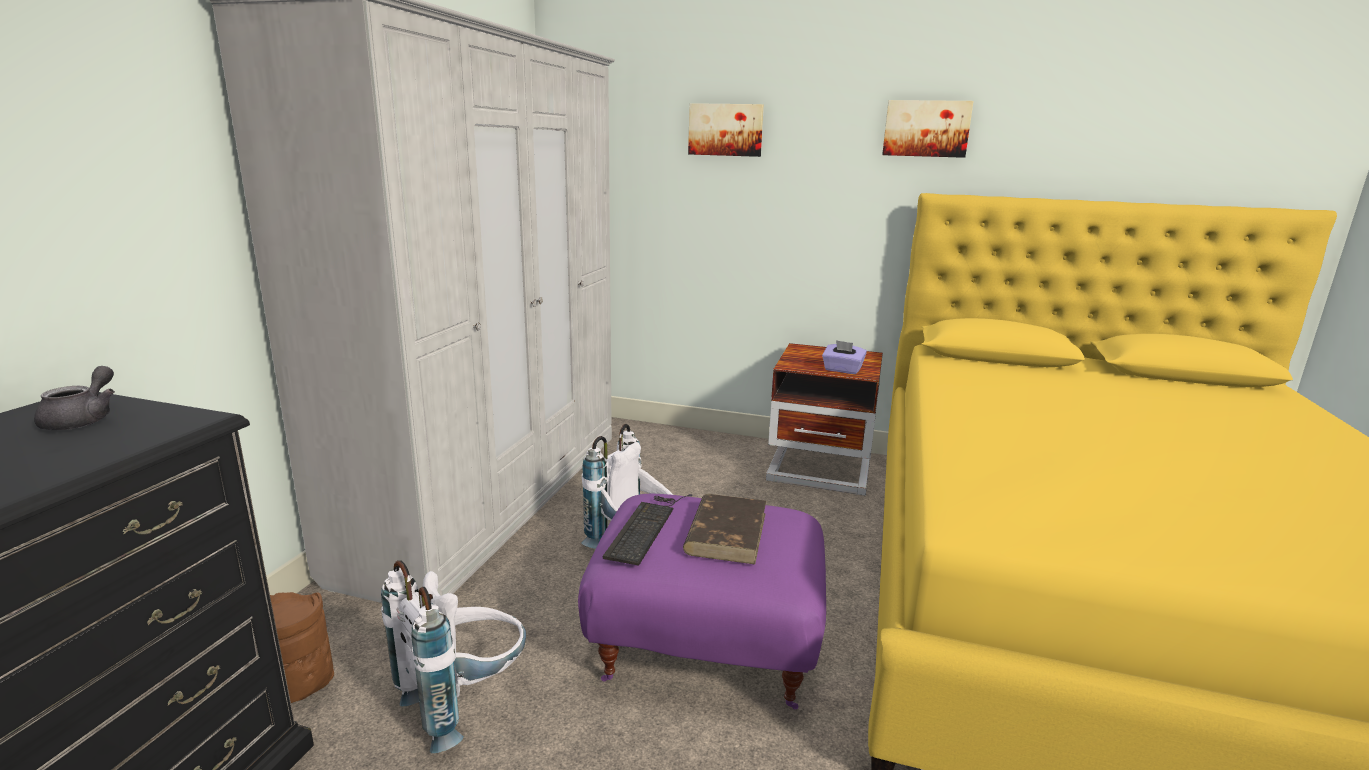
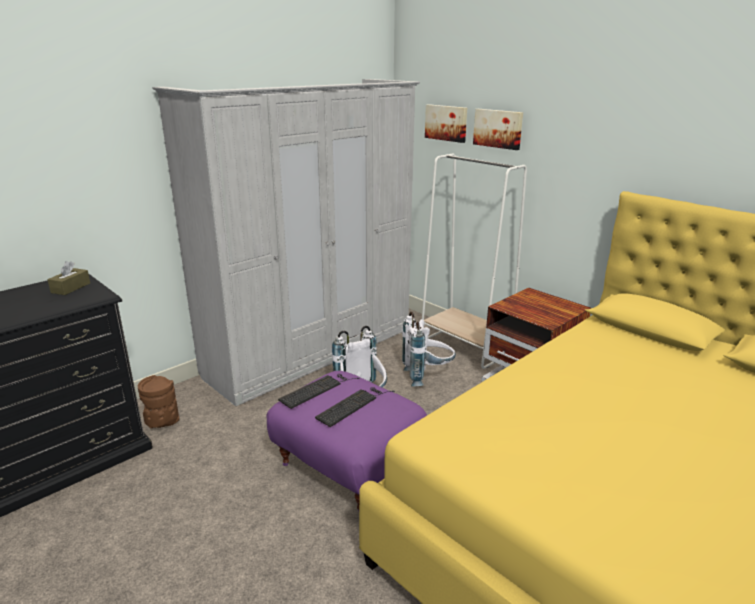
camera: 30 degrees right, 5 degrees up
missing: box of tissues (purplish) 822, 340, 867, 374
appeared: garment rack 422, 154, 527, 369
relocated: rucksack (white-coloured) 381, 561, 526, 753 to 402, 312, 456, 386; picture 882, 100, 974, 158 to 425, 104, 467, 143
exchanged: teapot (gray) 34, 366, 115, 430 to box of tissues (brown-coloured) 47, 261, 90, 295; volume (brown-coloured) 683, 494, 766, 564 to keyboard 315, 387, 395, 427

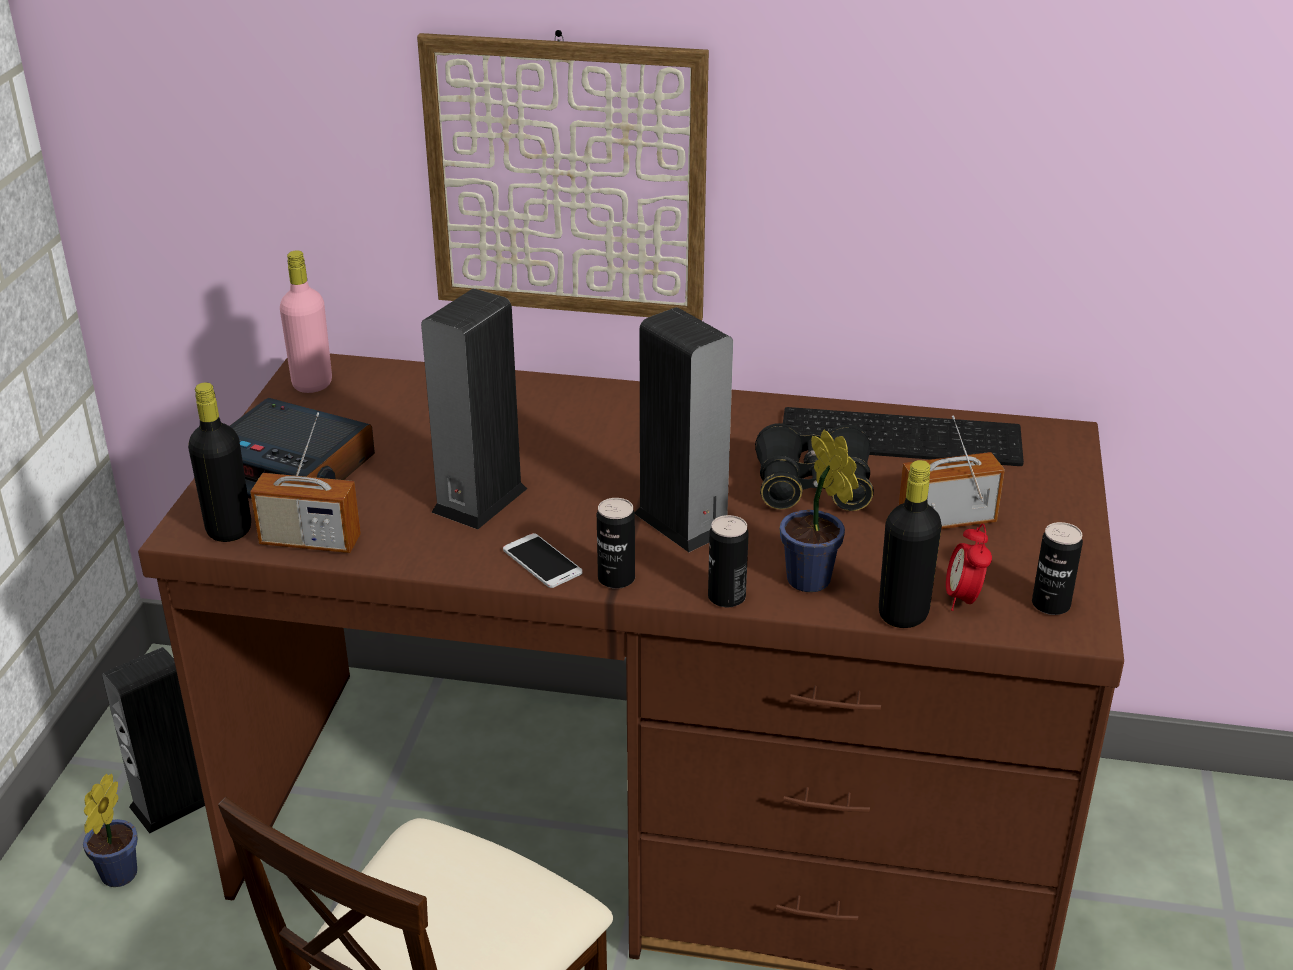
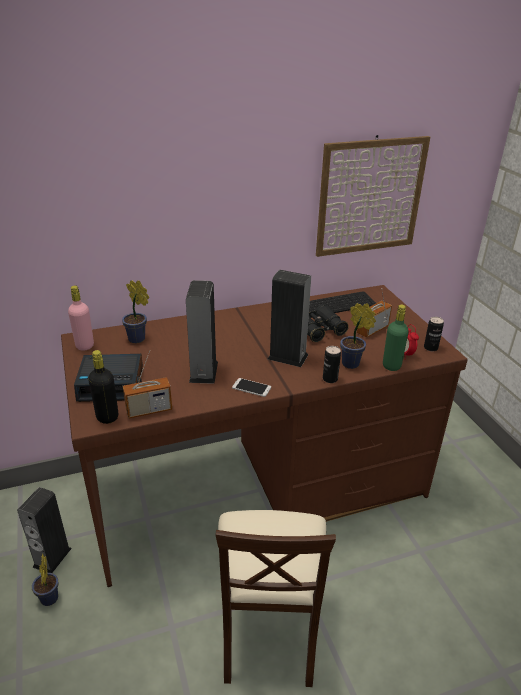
camera: 30 degrees left, 0 degrees up
missing: can 597, 498, 635, 589
appeared: potted plant 122, 280, 149, 343
relocated: picture 417, 30, 709, 321 to 316, 135, 430, 257
colour: drink bottle (black-coloured) 879, 460, 942, 628 to drink bottle (green-coloured) 383, 305, 409, 371

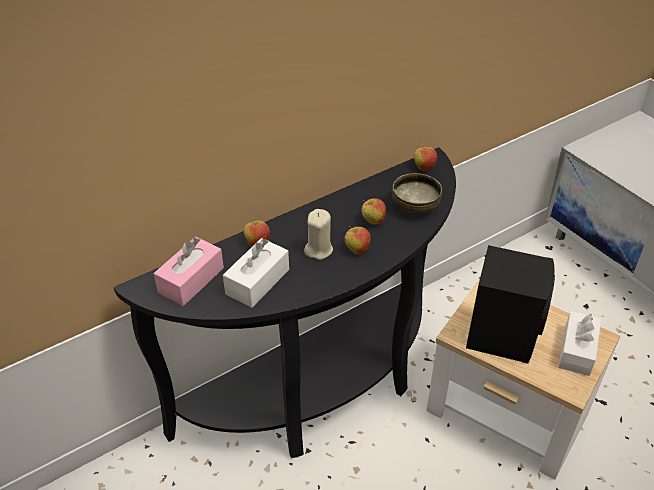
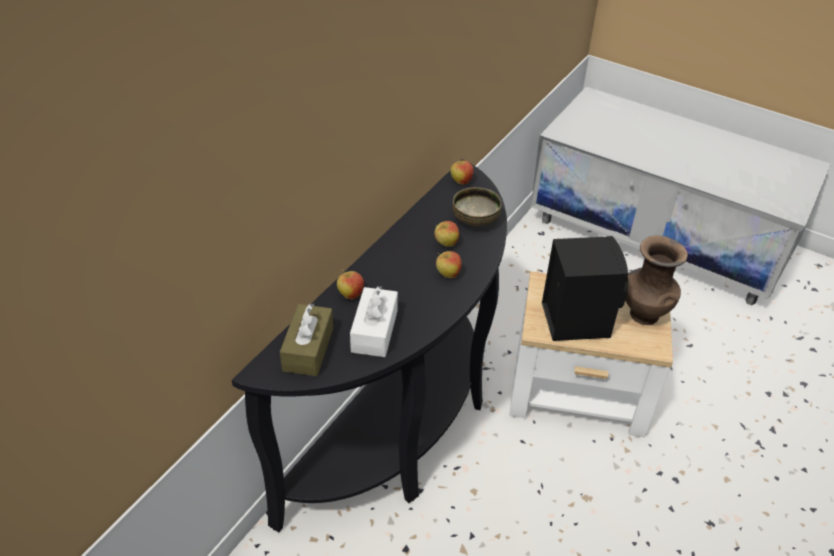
camera: 25 degrees left, 0 degrees up
missing: wax light (beige) 304, 209, 333, 260
exchanged: box of tissues (white-coloured) 558, 311, 601, 376 to flower vase (brown-coloured) 625, 235, 688, 325
colour: box of tissues (pink) 154, 237, 224, 306 to box of tissues (brown-coloured) 280, 303, 333, 376

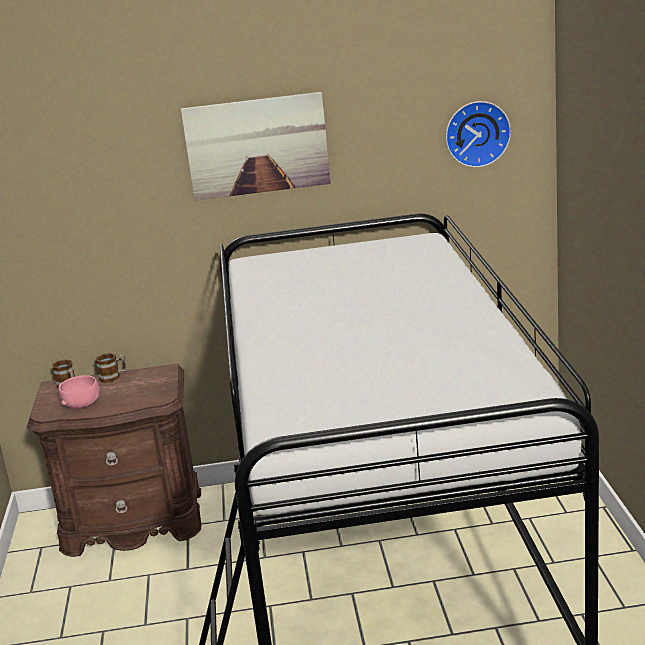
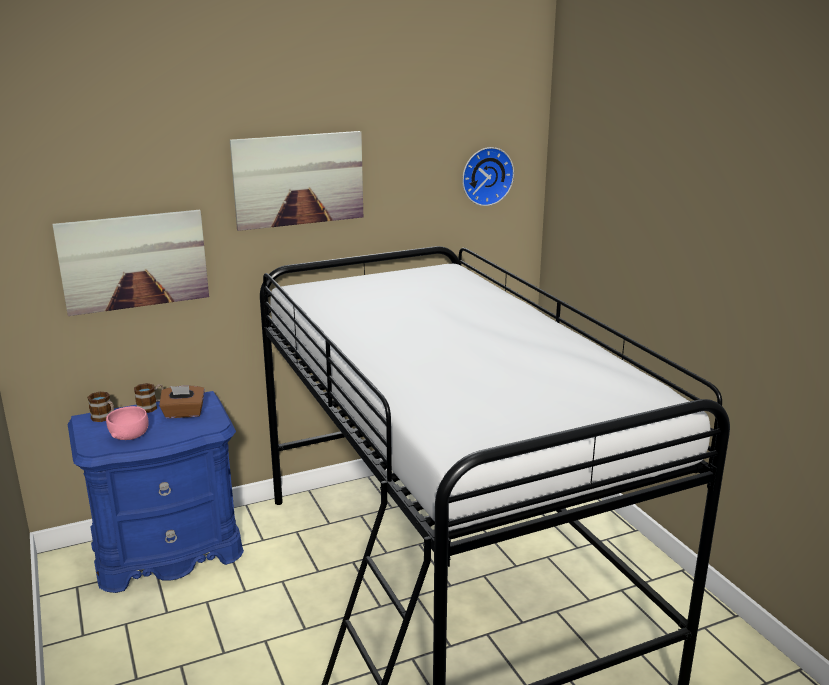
camera: 20 degrees left, 0 degrees up
appeared: picture 52, 210, 209, 316; box of tissues (brown-coloured) 159, 386, 205, 418
colour: bedside table (brown-coloured) 27, 363, 201, 557 to bedside table (blue-coloured) 68, 391, 244, 593

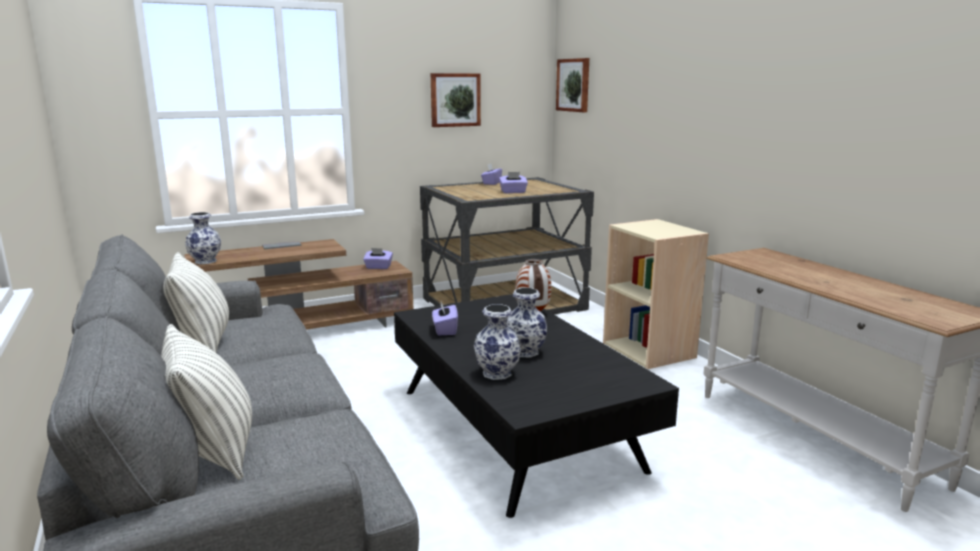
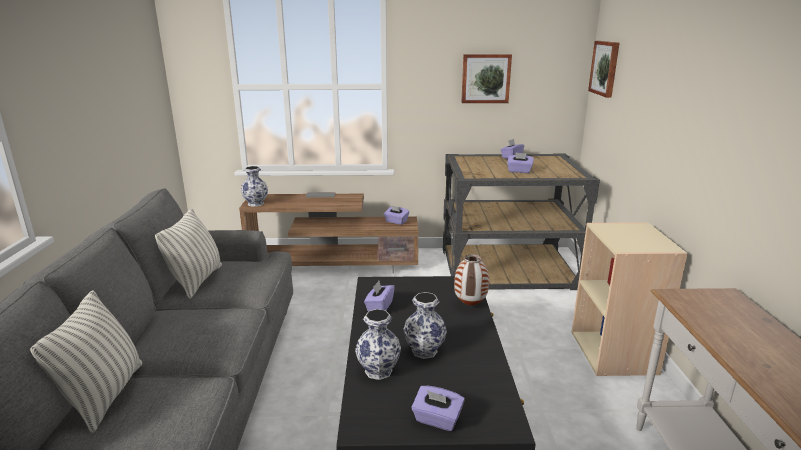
camera: 25 degrees right, 5 degrees up
appeared: box of tissues (purplish) 411, 386, 465, 431

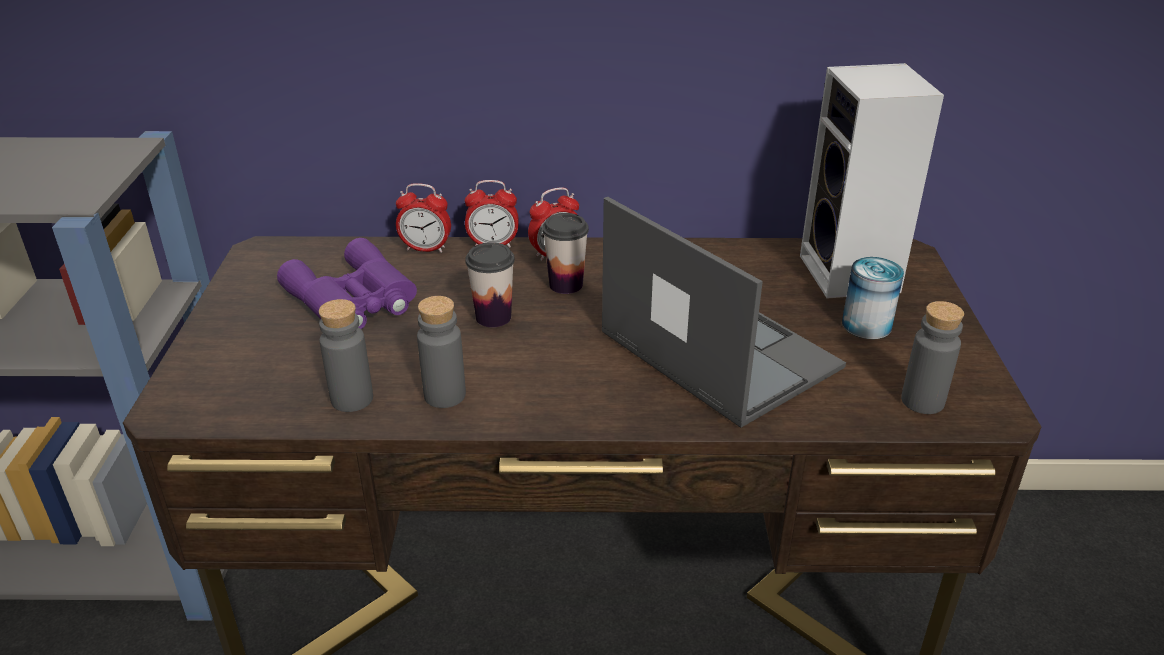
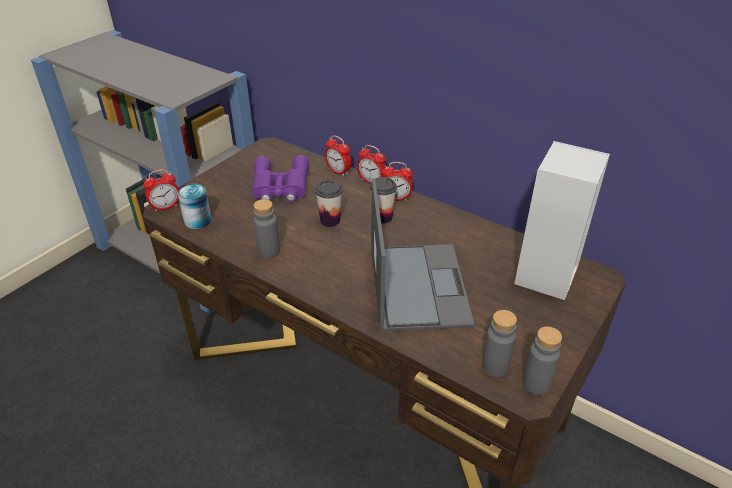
camera: 35 degrees right, 5 degrees up
appeared: table clock 143, 169, 179, 212
relocated: drink bottle (gray) 319, 299, 373, 412 to 523, 326, 562, 395; can 842, 257, 904, 339 to 177, 184, 212, 229

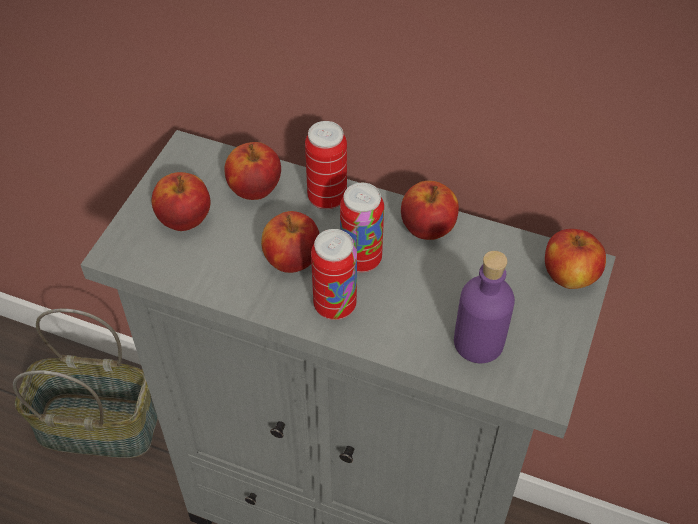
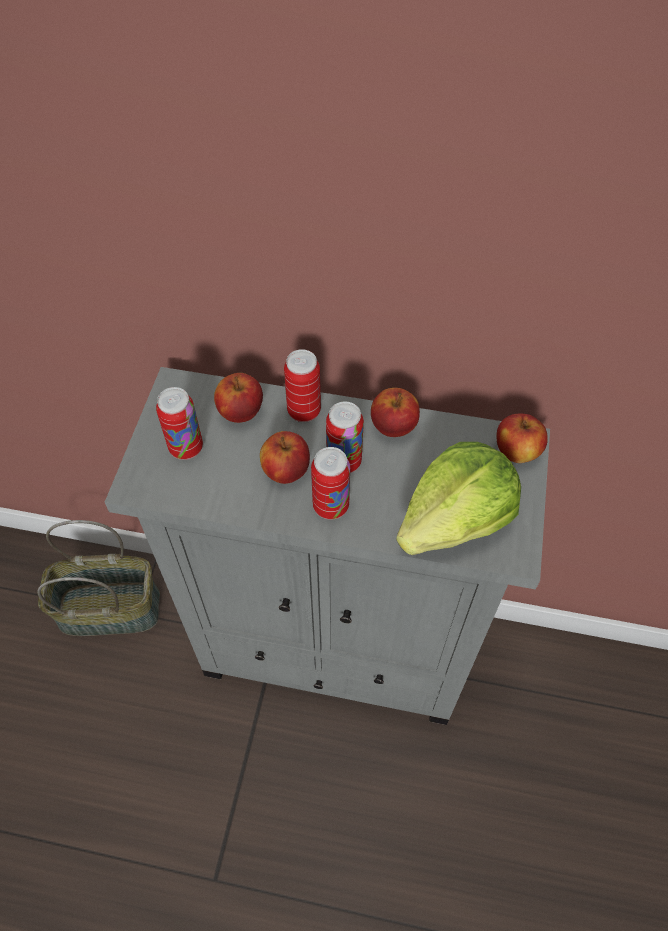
camera: 10 degrees left, 5 degrees up
exchanged: apple 151, 172, 210, 231 to can 156, 387, 203, 460; drink bottle (purplish) 454, 251, 515, 363 to lettuce head 396, 442, 521, 555

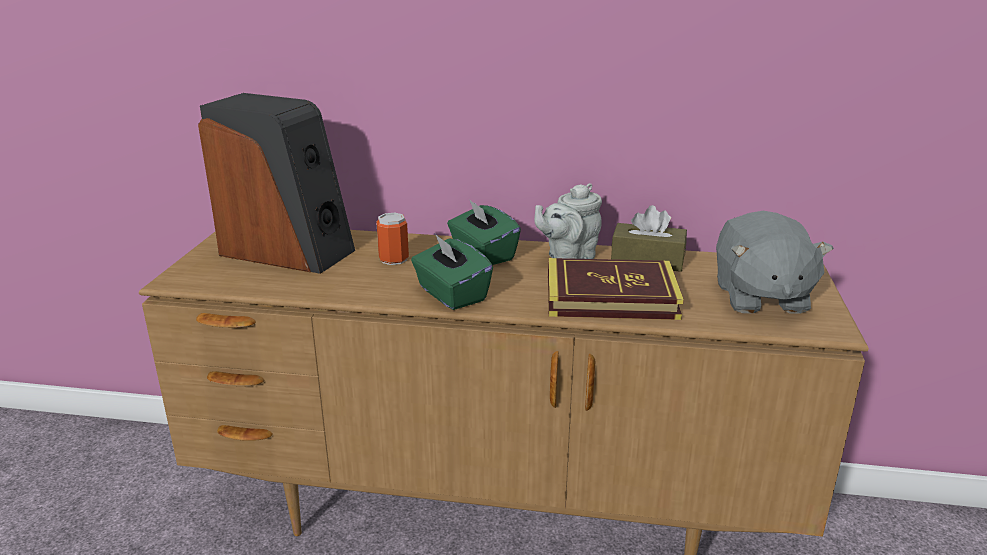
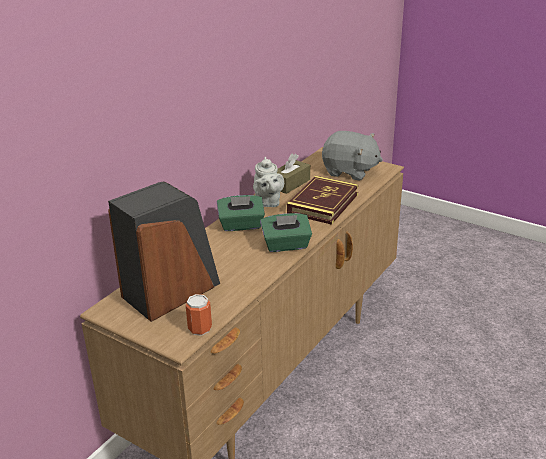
camera: 65 degrees left, 5 degrees up
relocated: can 376, 213, 409, 265 to 186, 294, 212, 336

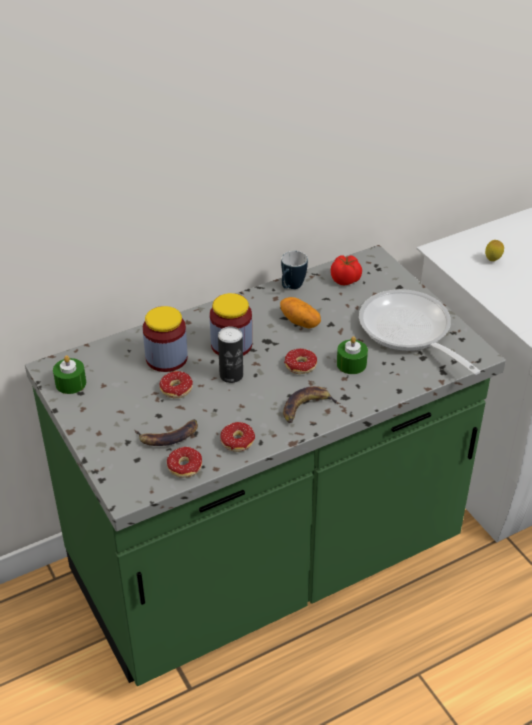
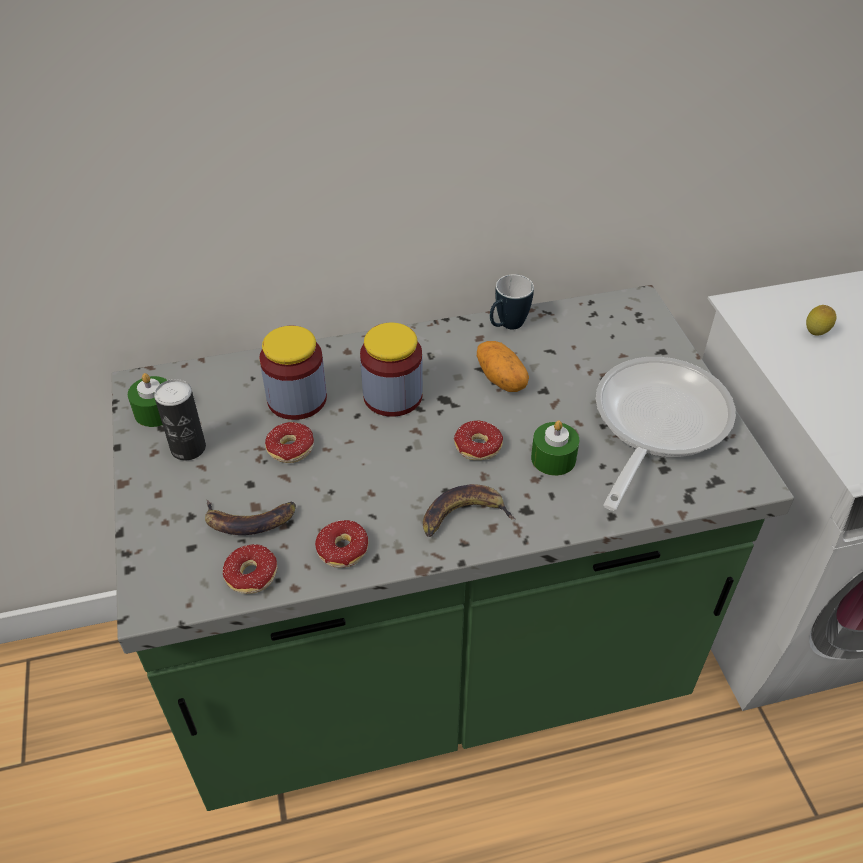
camera: 15 degrees right, 5 degrees up
missing: whole tomato 331, 255, 362, 286
relocated: can 218, 326, 243, 383 to 154, 379, 206, 461
spun: pan 359, 289, 481, 375 = 596, 357, 736, 511 45 degrees clockwise

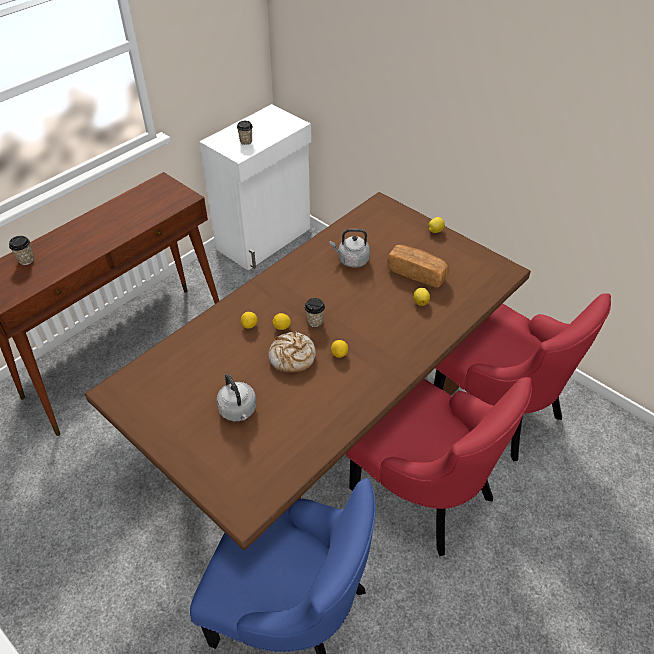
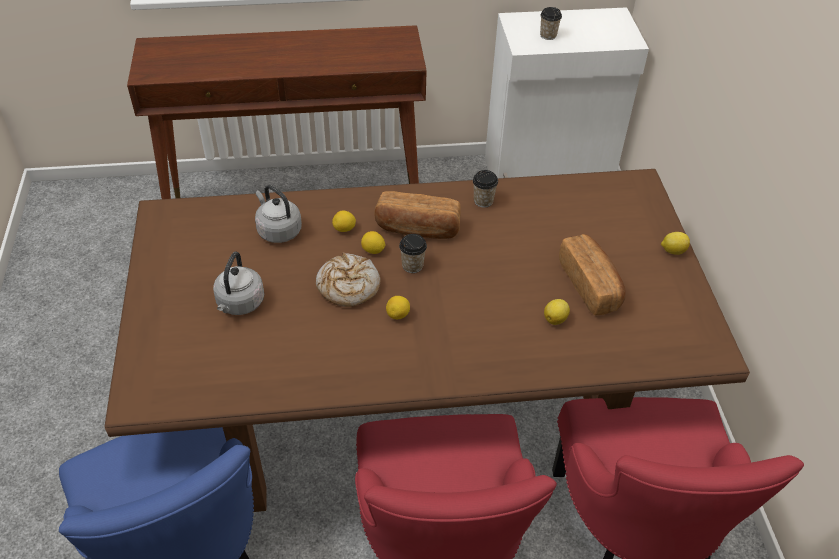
camera: 40 degrees right, 0 degrees up
appeared: bread 374, 191, 461, 239
relocated: small cup 9, 236, 34, 265 to 473, 170, 498, 208; water kettle (gray) 330, 229, 370, 268 to 255, 185, 302, 243

